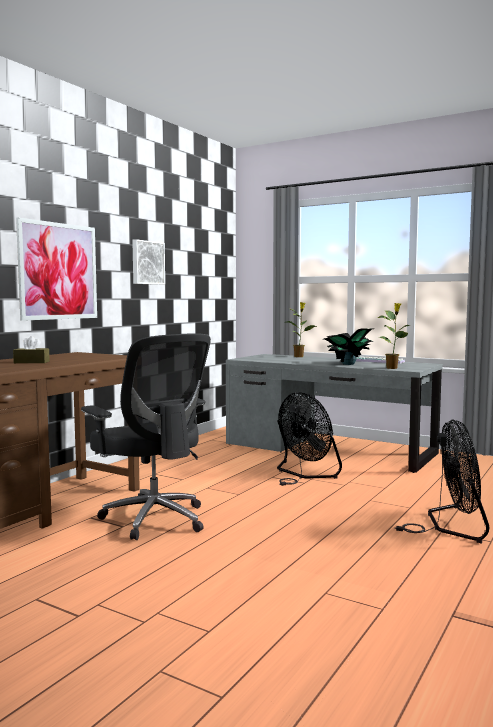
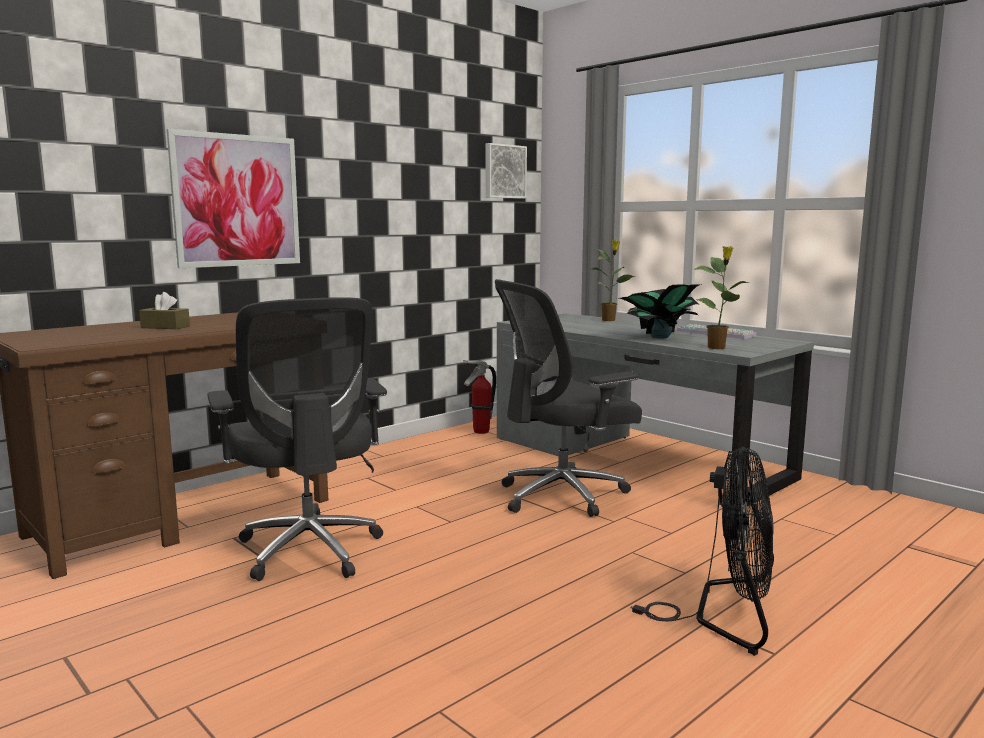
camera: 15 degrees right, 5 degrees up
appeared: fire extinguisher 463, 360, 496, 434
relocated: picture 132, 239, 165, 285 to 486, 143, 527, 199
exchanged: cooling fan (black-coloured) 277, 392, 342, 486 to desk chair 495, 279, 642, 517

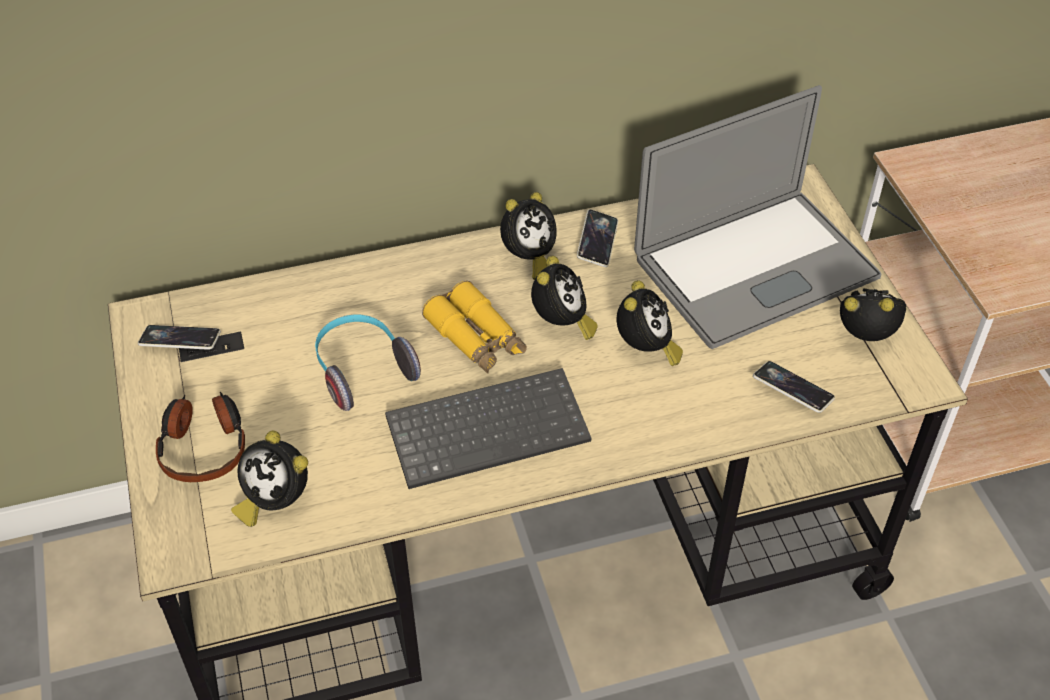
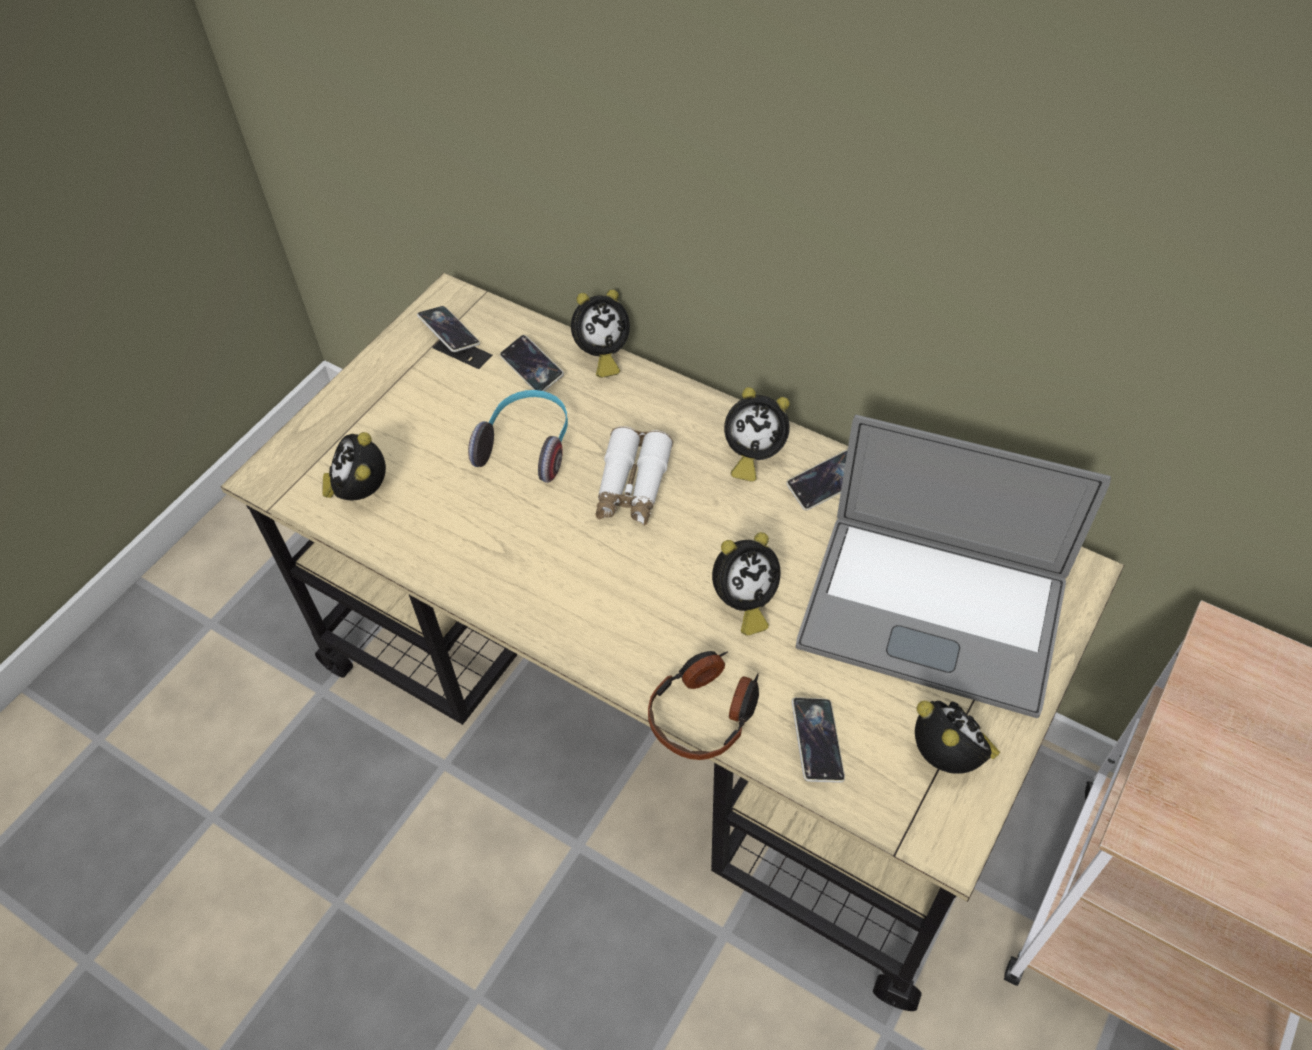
camera: 50 degrees right, 5 degrees up
missing: keyboard 385, 368, 592, 489
appeared: handset 500, 335, 564, 391
relocated: pair of headphones 156, 392, 245, 482 to 648, 651, 759, 760; table clock 531, 256, 598, 340 to 571, 289, 630, 378
colour: pair of binoculars (yellow) 422, 281, 527, 373 to pair of binoculars (white-coloured) 596, 426, 673, 525

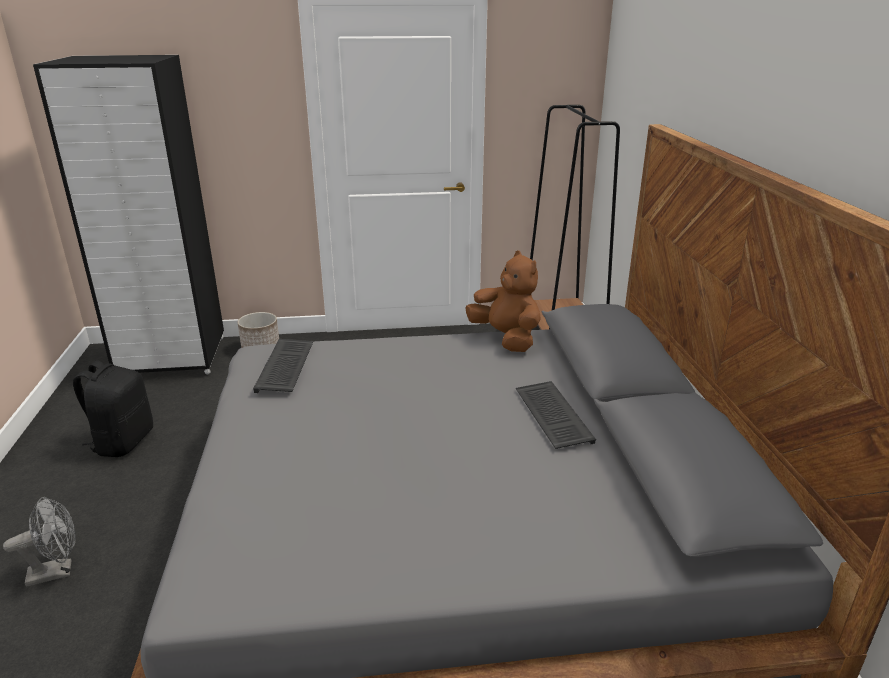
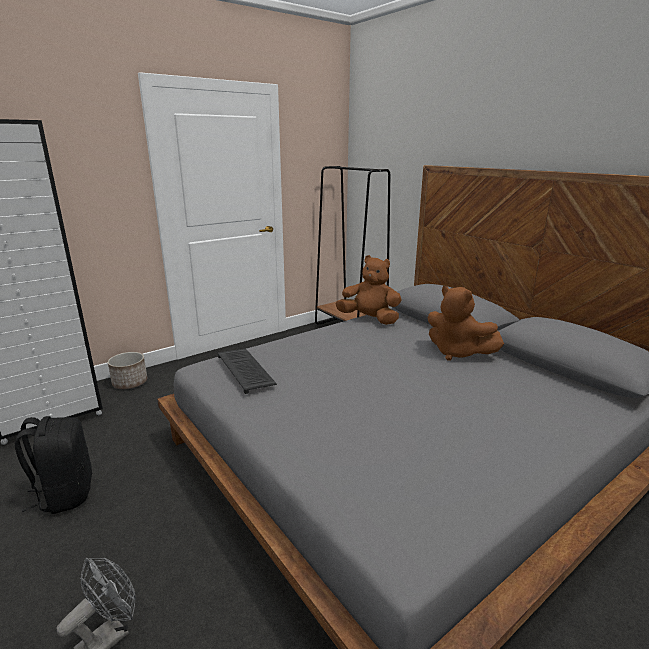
camera: 30 degrees left, 5 degrees down
exchanged: keyboard 516, 381, 596, 449 to cuddly toy (brown-coloured) 427, 286, 504, 361

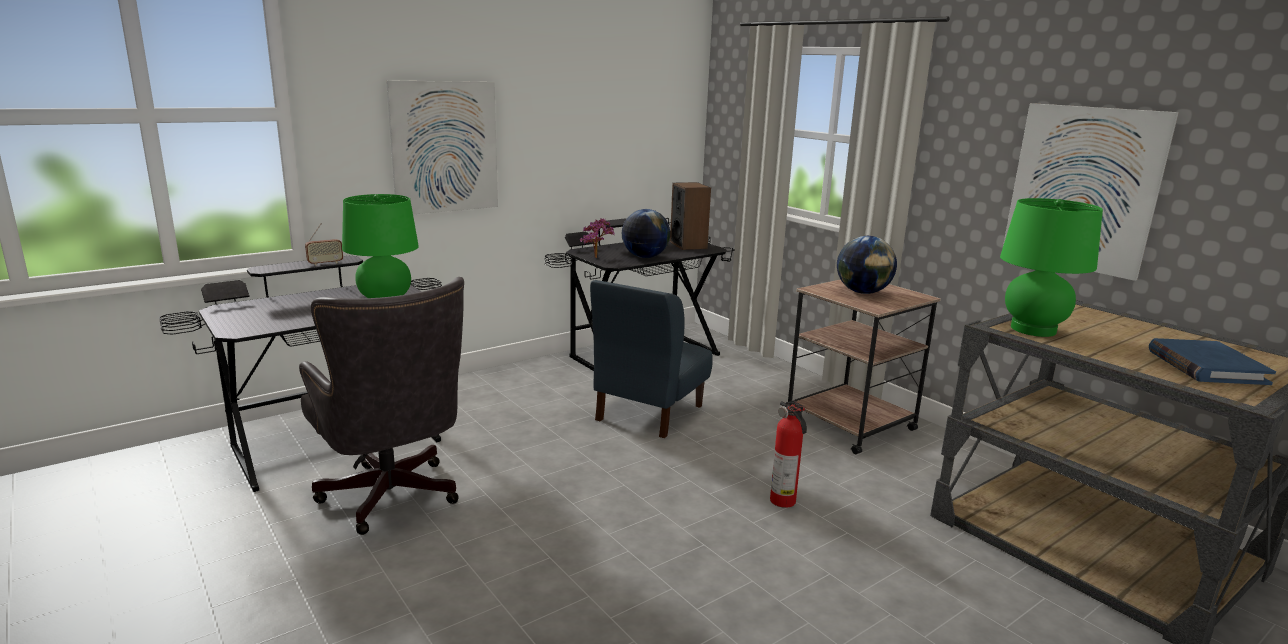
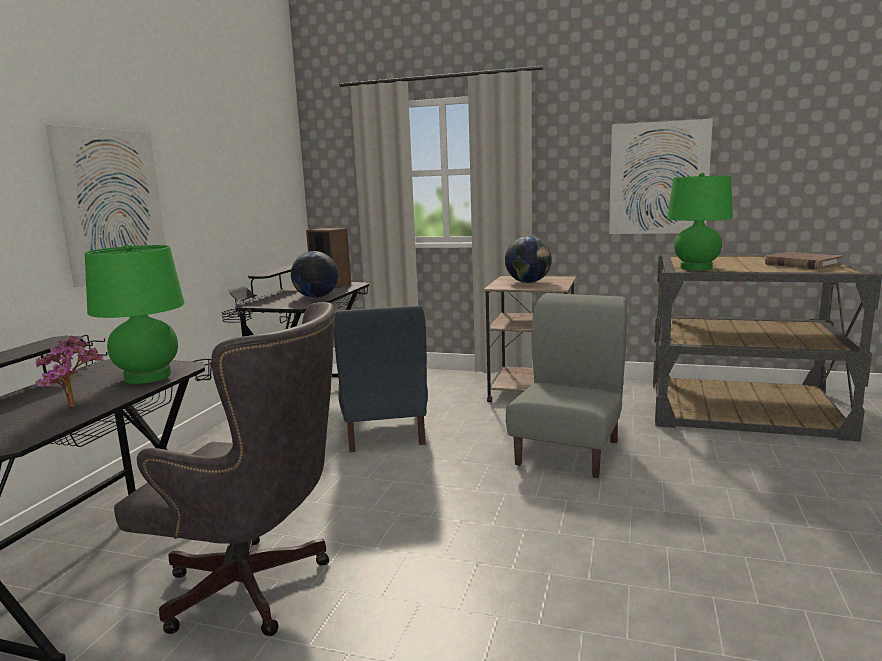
camera: 35 degrees left, 5 degrees down
missing: radio 305, 223, 343, 266
relocated: potted plant 580, 218, 615, 258 to 36, 336, 103, 407
exchanged: fire extinguisher 770, 400, 807, 508 to upright chair (gray) 506, 293, 628, 478
colour: volume (blue-coloured) 1149, 338, 1276, 385 to volume (brown-coloured) 765, 252, 843, 270

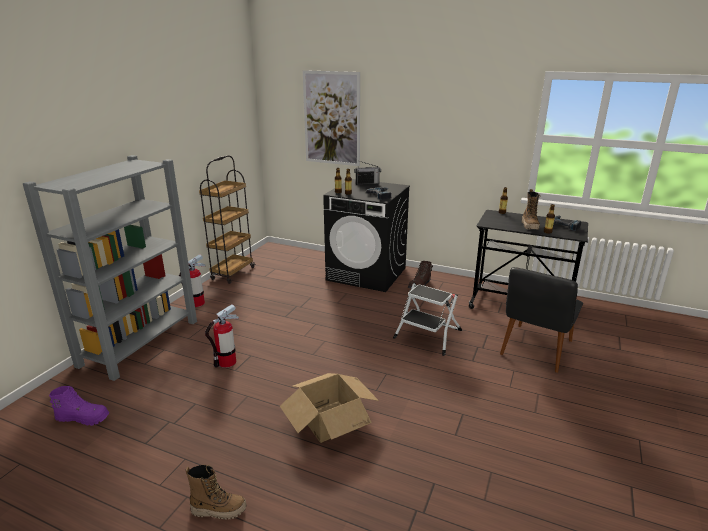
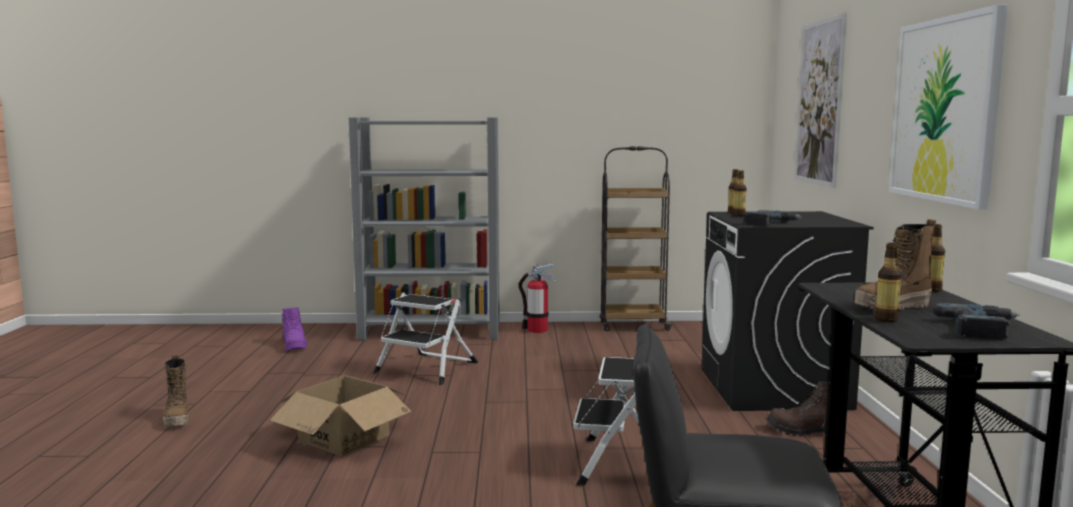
camera: 65 degrees right, 15 degrees down
missing: radio 354, 161, 381, 185
appeared: picture 889, 5, 1008, 210
exchanged: fire extinguisher 205, 304, 239, 368 to step stool 373, 292, 478, 385

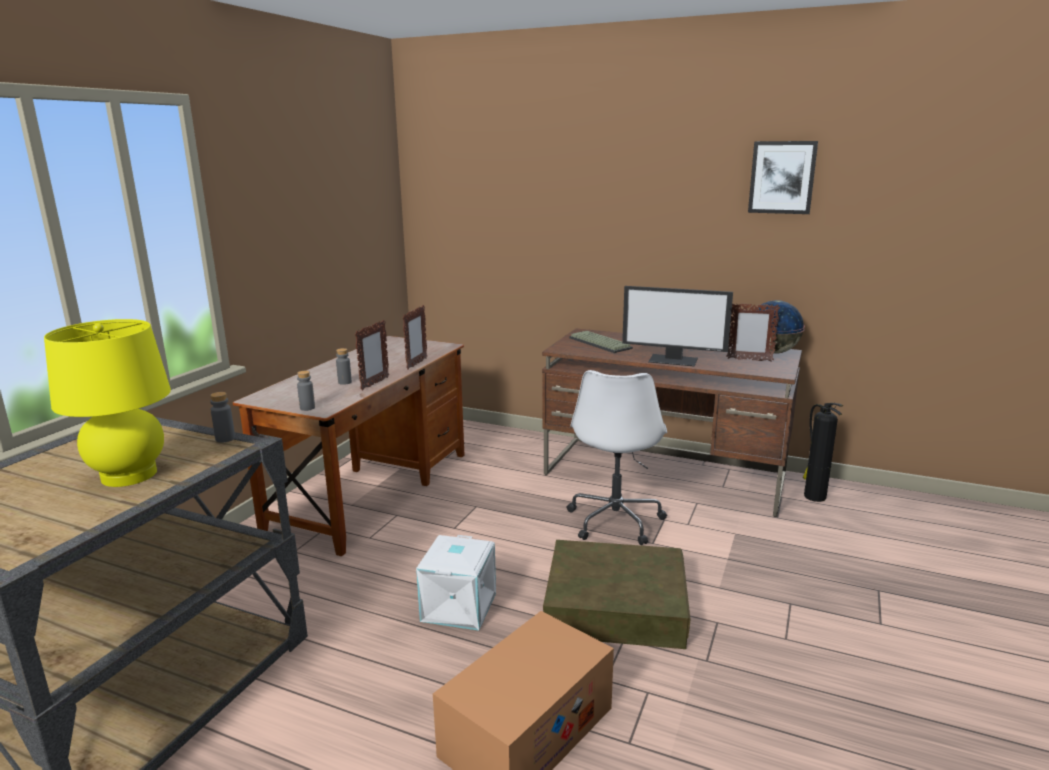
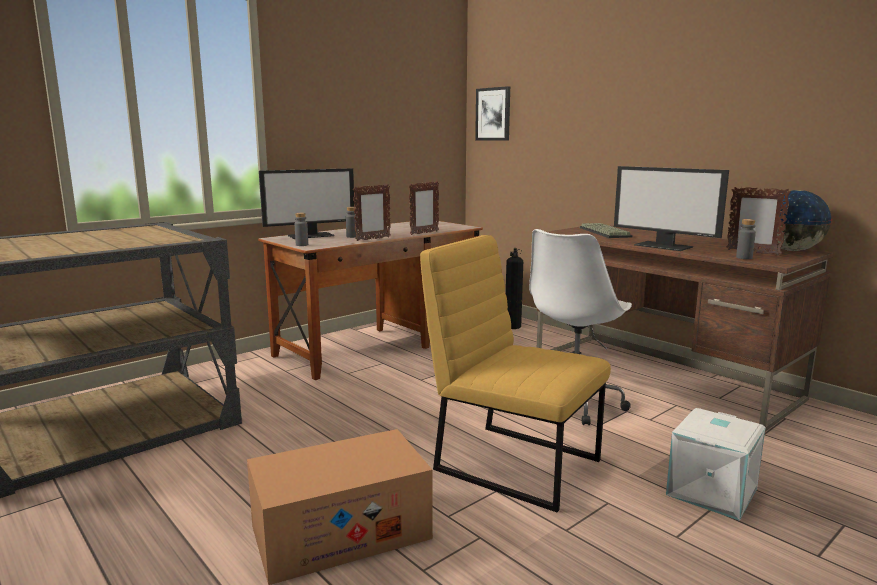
camera: 25 degrees right, 5 degrees down
missing: lamp for a table (yellow) 44, 319, 171, 487
appeared: monitor 259, 168, 354, 239
relocated: drink bottle (gray) 210, 392, 235, 443 to 736, 219, 756, 259; storage box (white-coloured) 416, 535, 496, 631 to 666, 408, 766, 521; picture 748, 141, 818, 214 to 475, 86, 510, 141; fire extinguisher 803, 403, 843, 502 to 506, 248, 523, 329
exchanged: storage box (brown-coloured) 543, 540, 690, 649 to upright chair (yellow) 420, 235, 611, 512

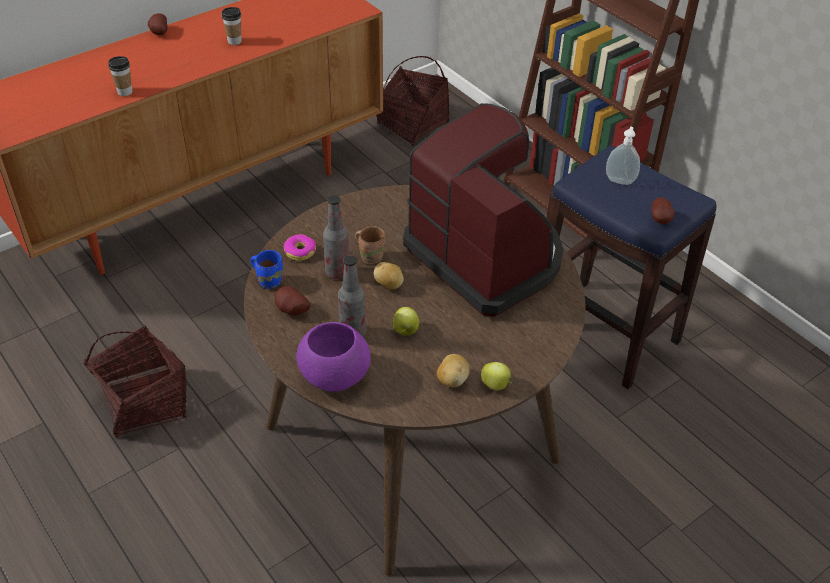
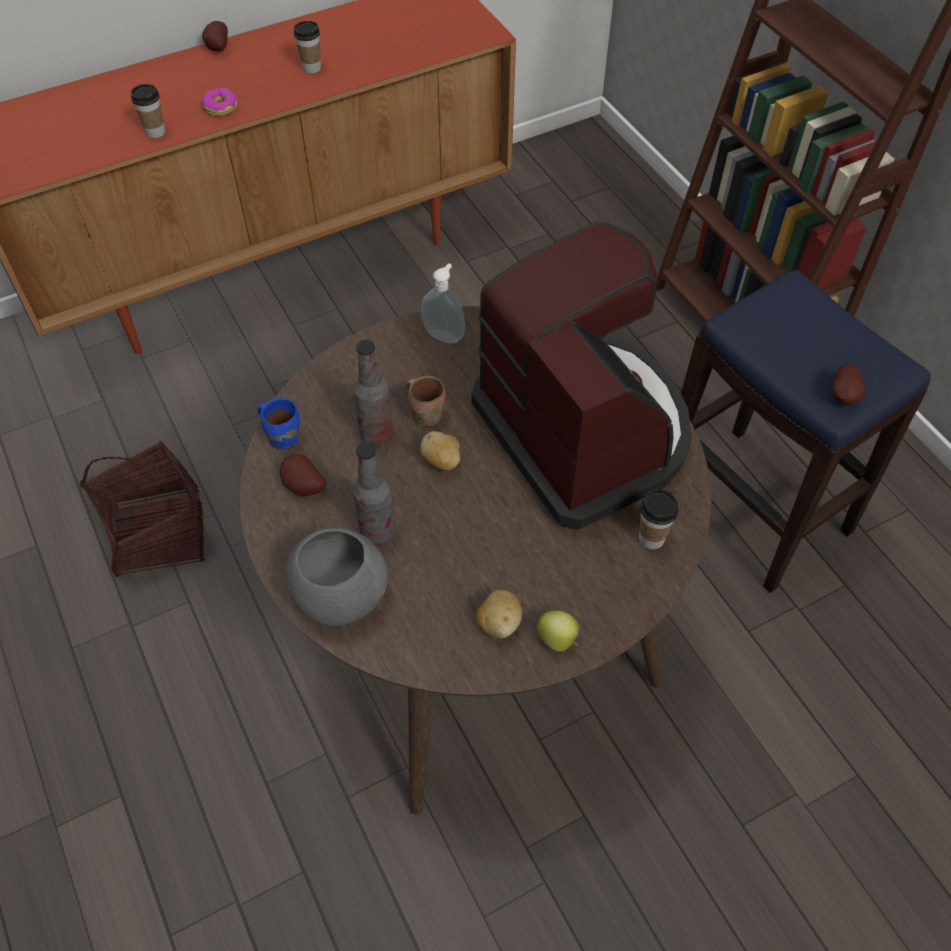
camera: 10 degrees right, 10 degrees up
missing: storage basket 377, 56, 450, 146; apple 393, 307, 419, 336
appeared: small cup 639, 489, 679, 549
relocated: doughnut 284, 234, 316, 261 to 202, 88, 238, 116; soap dispenser 606, 127, 640, 185 to 421, 263, 465, 344
colour: serving bowl (purplish) 296, 322, 371, 392 to serving bowl (gray) 285, 527, 388, 626

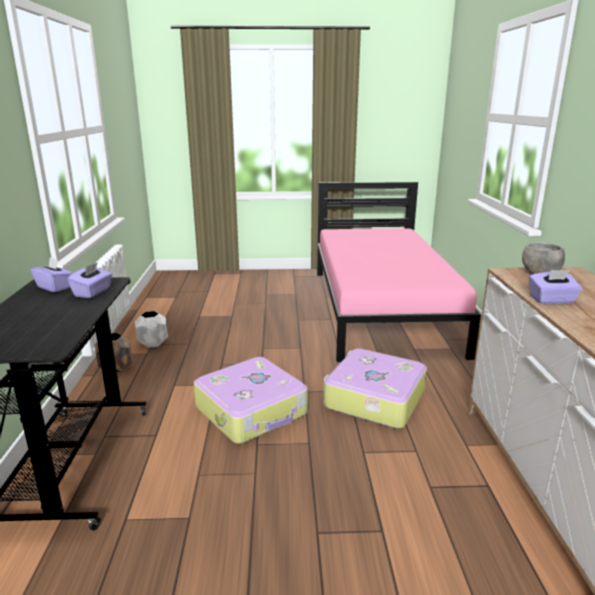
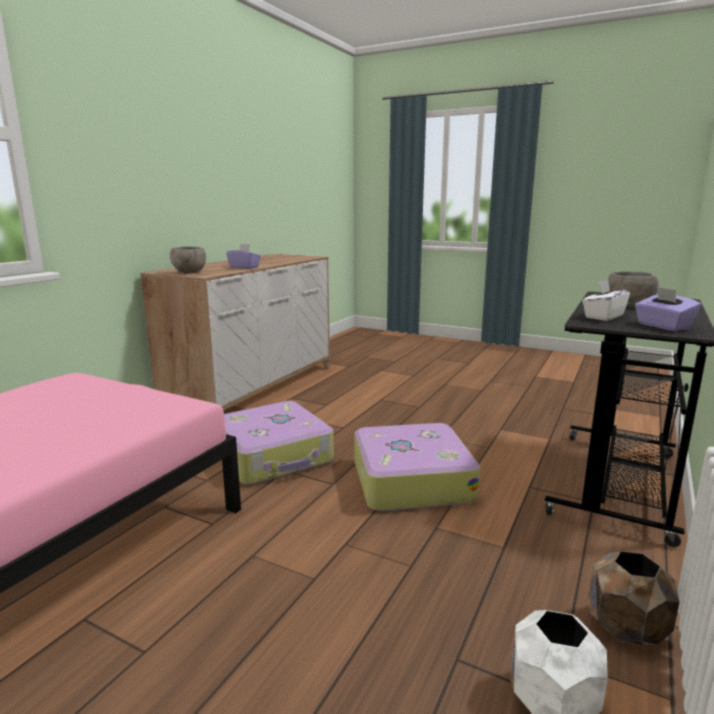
camera: 150 degrees left, 5 degrees down
appeared: serving bowl (gray) 608, 271, 659, 307
colour: box of tissues (purplish) 67, 262, 112, 298 to box of tissues (white-coloured) 582, 280, 630, 321

